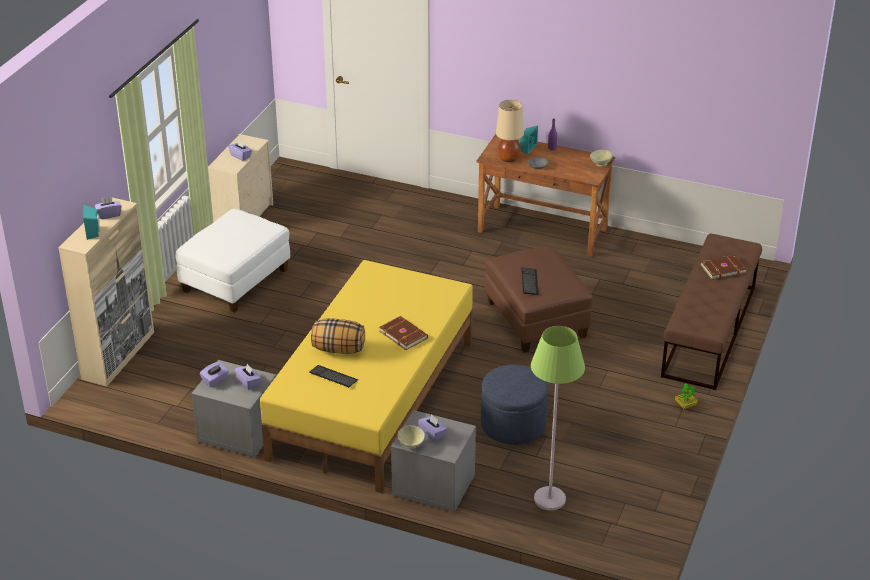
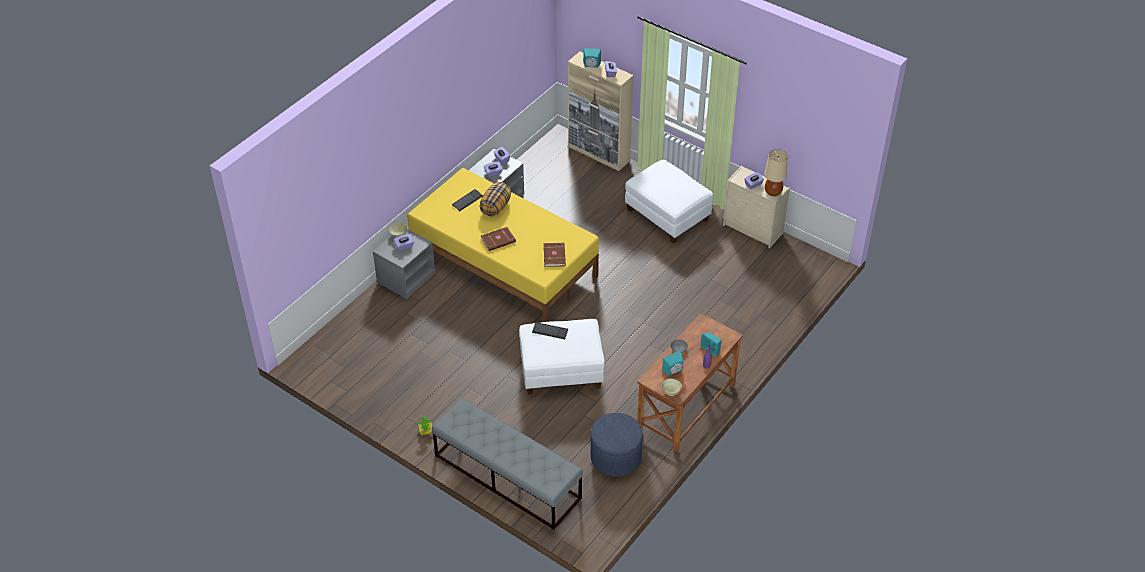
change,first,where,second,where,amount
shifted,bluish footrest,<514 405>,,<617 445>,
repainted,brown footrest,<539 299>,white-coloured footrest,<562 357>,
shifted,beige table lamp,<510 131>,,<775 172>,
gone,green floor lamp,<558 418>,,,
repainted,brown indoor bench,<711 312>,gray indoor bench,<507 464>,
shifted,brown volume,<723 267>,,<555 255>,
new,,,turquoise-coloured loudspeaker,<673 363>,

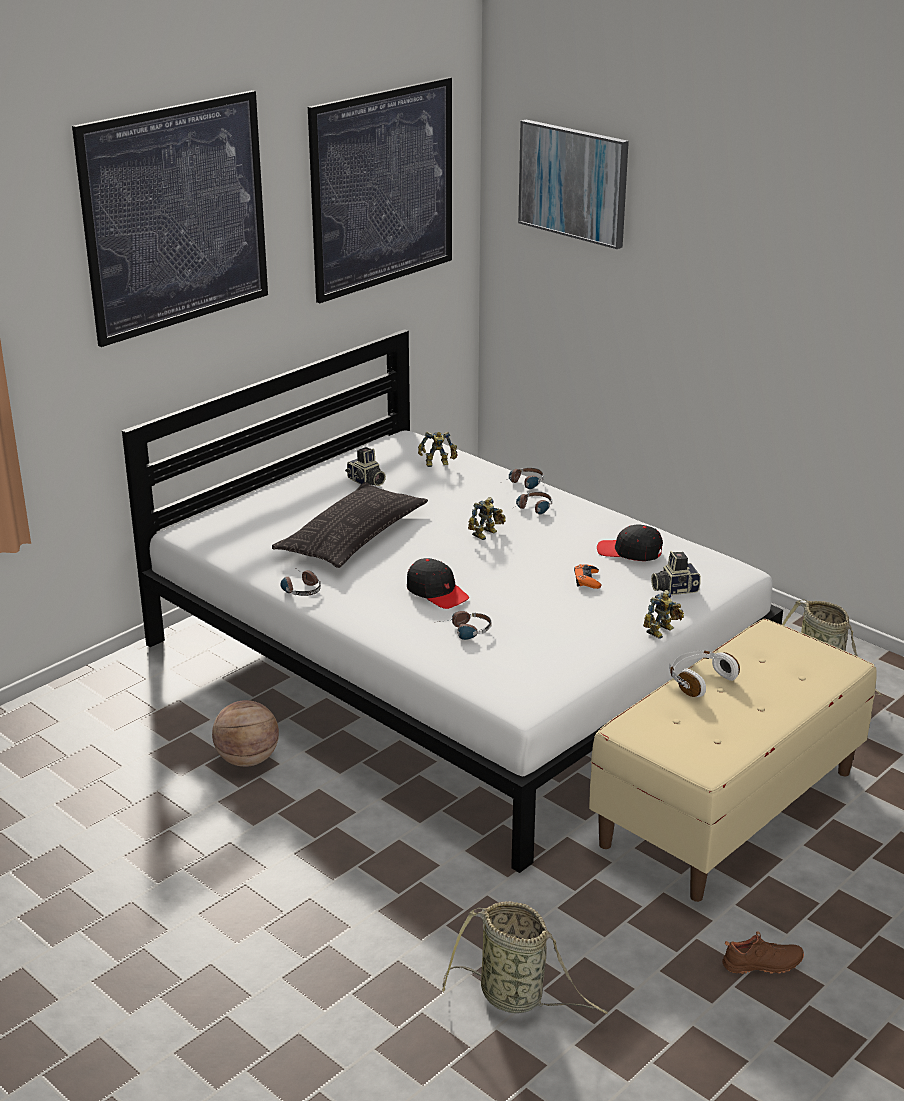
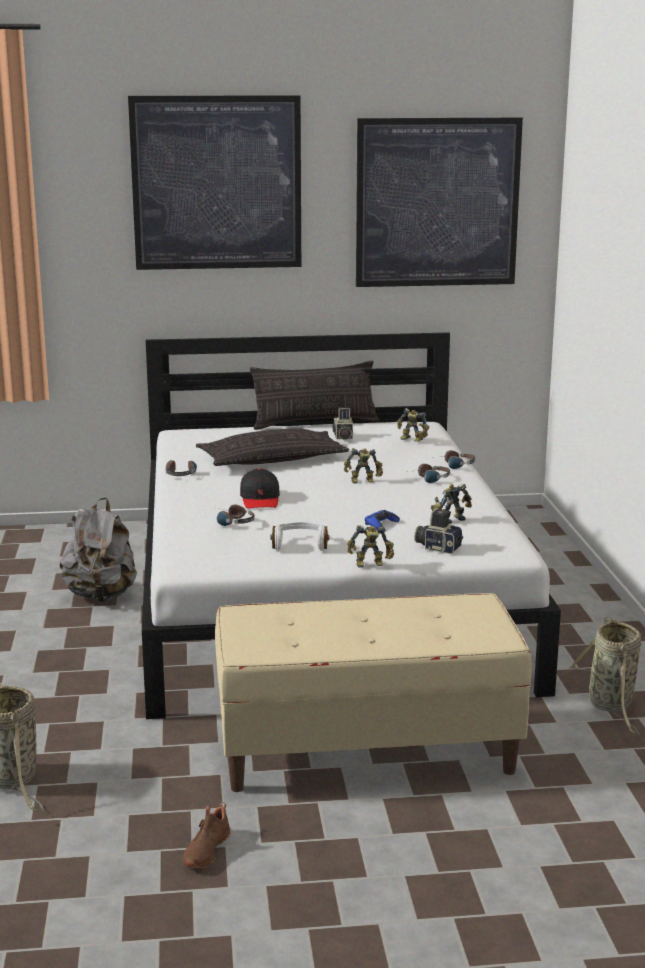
change,first,where,second,where,amount
swapped,basketball,<245 733>,gray knapsack,<98 550>,
gone,wall picture,<573 184>,,,
repainted,orange-coloured game controller,<588 576>,bluish game controller,<382 520>,
swapped,black peaked cap,<630 542>,toy robot,<451 504>,
shifted,white-coloured pair of headphones,<704 673>,,<299 536>,
rotated,brown low shoe,<763 952>,,<207 835>,75 degrees clockwise
new,,,cushion,<314 395>,

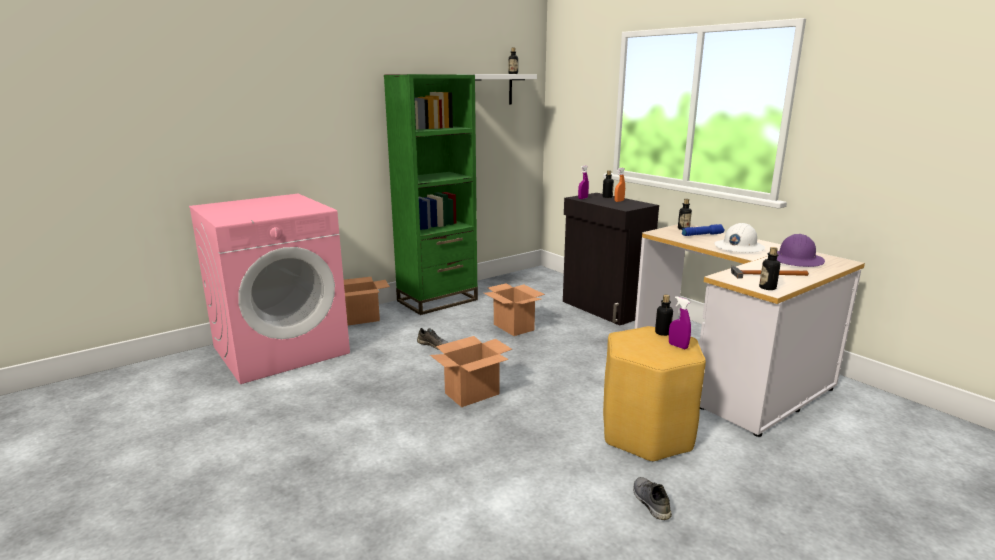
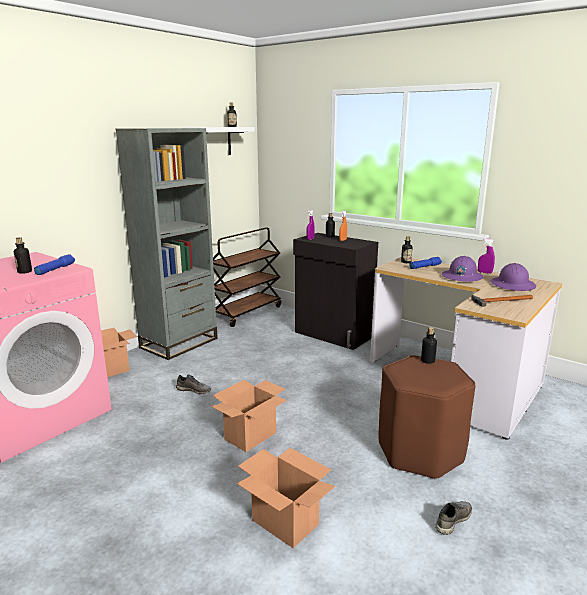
change,first,where,second,where,amount
repainted,green shelving unit,<431 194>,gray shelving unit,<167 244>,
shifted,carton,<514 309>,,<286 498>,
repainted,yellowish sitting stool,<654 394>,brown sitting stool,<427 417>,
rotated,gray low shoe,<652 498>,,<453 518>,75 degrees clockwise
shifted,purple hand sprayer,<680 322>,,<486 256>,
repainted,white-coloured safety helmet,<739 238>,purple safety helmet,<462 269>,
shifted,drink bottle,<769 268>,,<23 255>,
new,,,bluish torch,<54 264>,
new,,,brown cart,<247 277>,

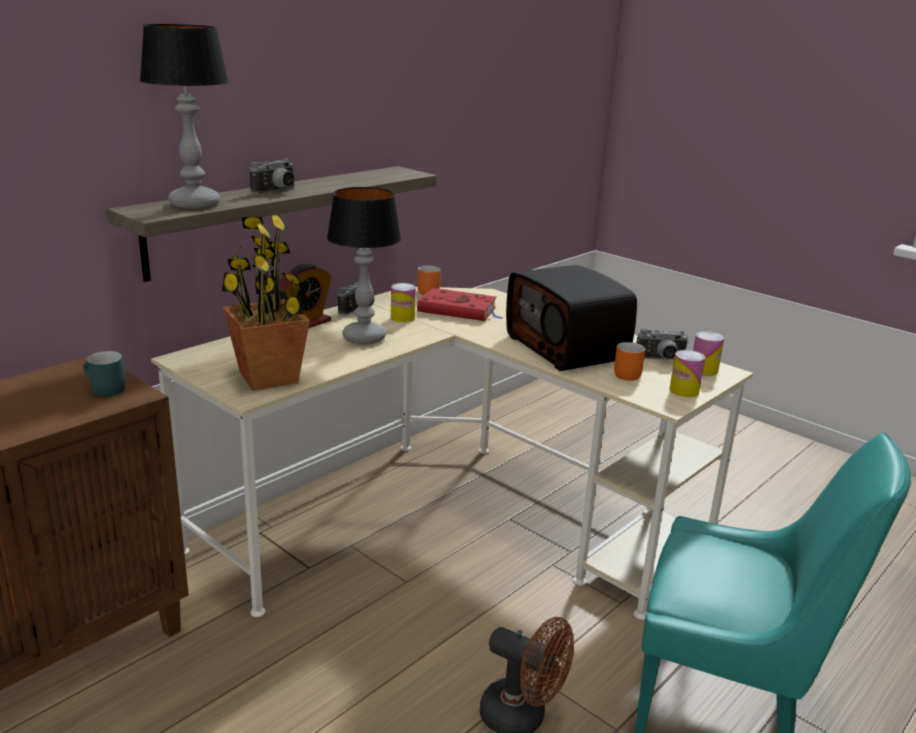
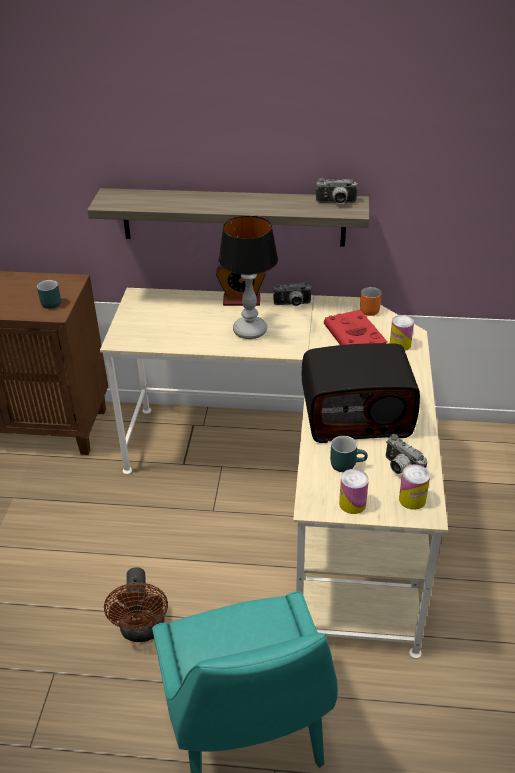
change,first,where,second,where,amount
gone,table lamp,<184 116>,,,
gone,potted plant,<265 302>,,,
shifted,still camera,<272 176>,,<337 191>,
shifted,metal can,<403 302>,,<402 333>,
rotated,radio set,<571 318>,,<361 393>,120 degrees counterclockwise
repainted,orange-coloured mug,<629 361>,turquoise-coloured mug,<349 454>,

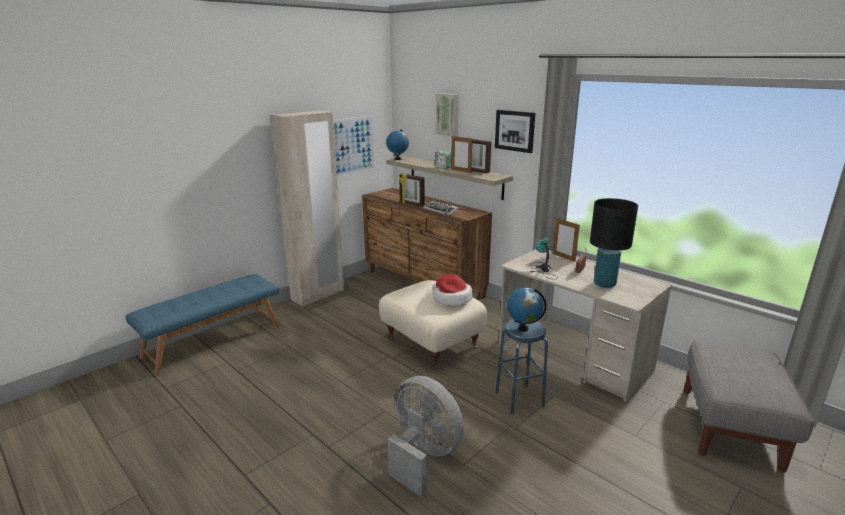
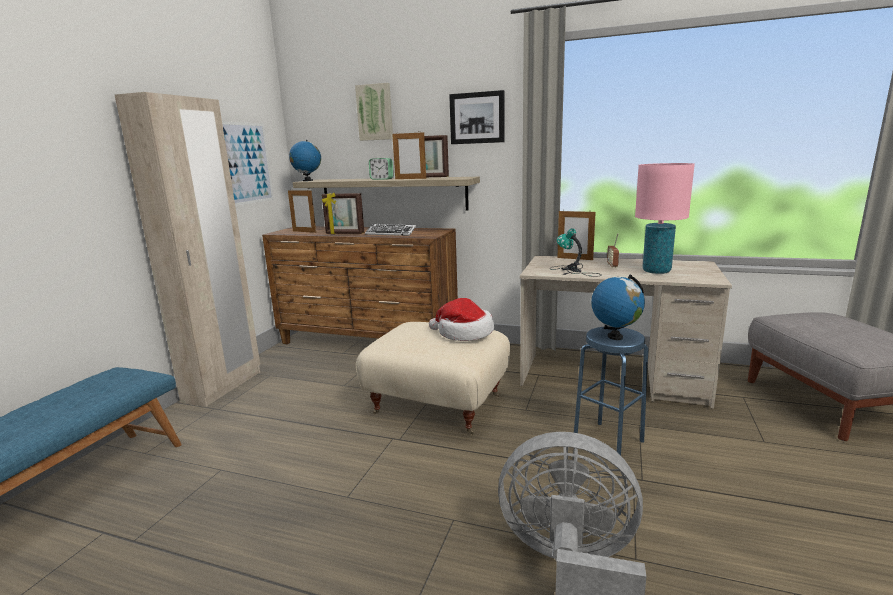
change,first,where,second,where,amount
repainted,black table lamp,<614 243>,pink-coloured table lamp,<665 218>,
new,,,standing frame,<302 211>,

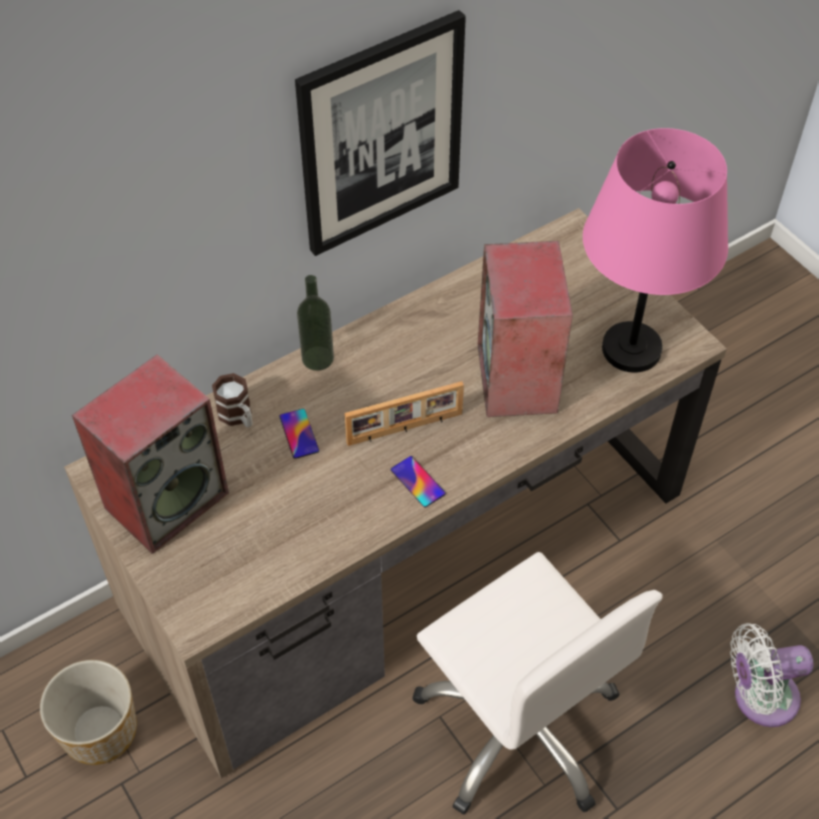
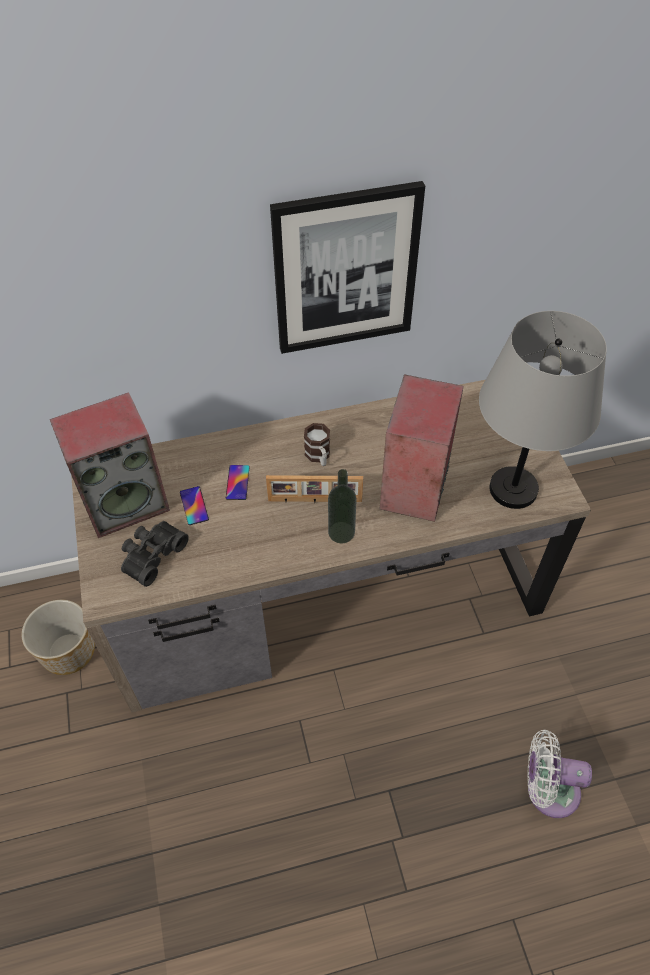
change,first,where,second,where,amount
shifted,mug,<232 400>,,<317 444>,
shifted,drink bottle,<315 323>,,<342 506>,
shifted,phone,<418 481>,,<194 505>,
gone,white-coloured desk chair,<537 683>,,,
repainted,pink-coloured table lamp,<655 250>,gray table lamp,<543 410>,
new,,,black field glasses,<155 554>,

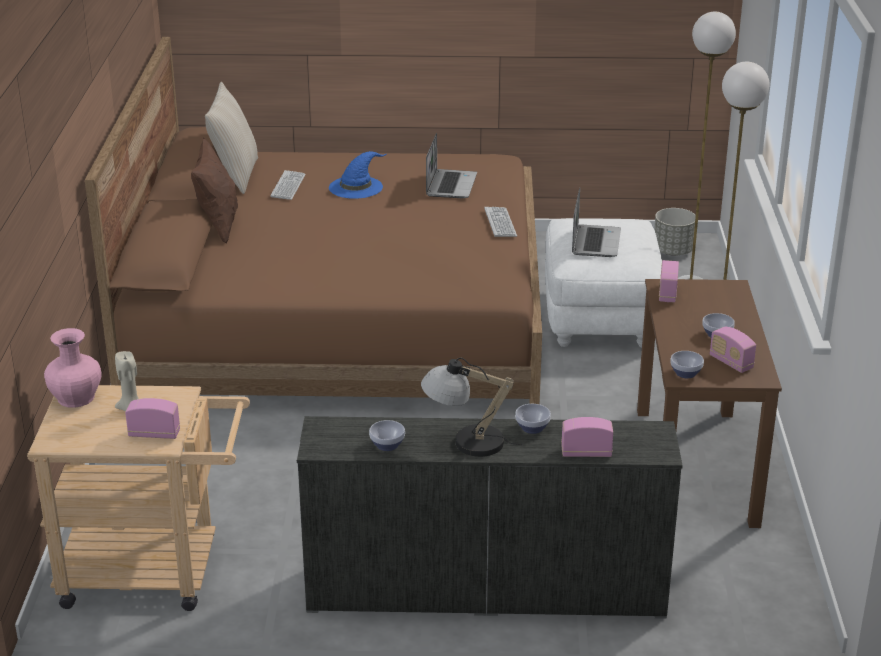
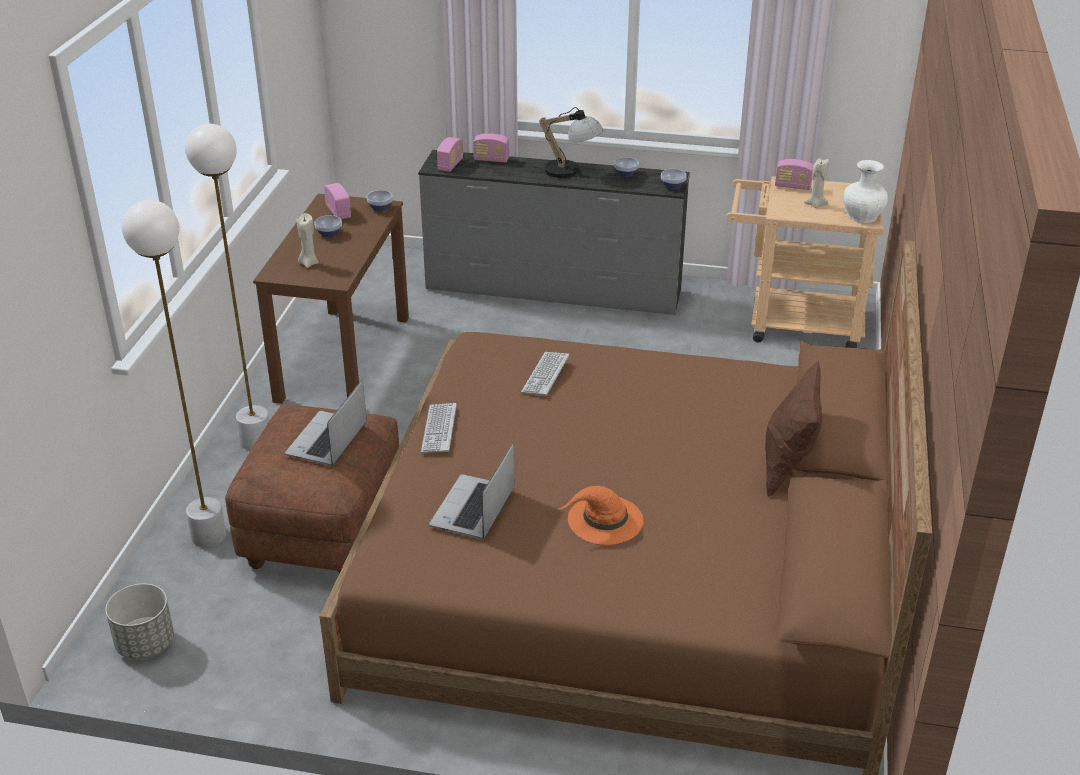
change,first,where,second,where,amount
repainted,pink-coloured decorative vase,<73 368>,white-coloured decorative vase,<865 191>,
gone,beige cushion,<231 138>,,,
shifted,keyboard,<288 185>,,<545 374>,
repainted,bluish wearable hat,<357 175>,orange-coloured wearable hat,<601 515>,
shifted,deep dish,<533 419>,,<674 179>,
repainted,white-coloured footrest,<603 283>,brown footrest,<312 488>,
shifted,radio set,<669 281>,,<450 154>,
new,,,beige wax light,<307 240>,

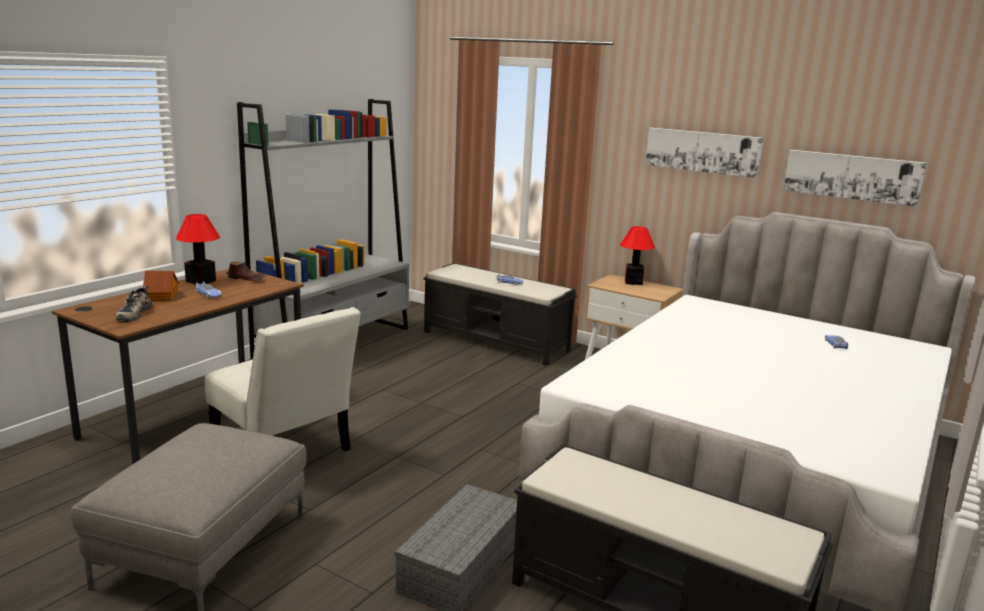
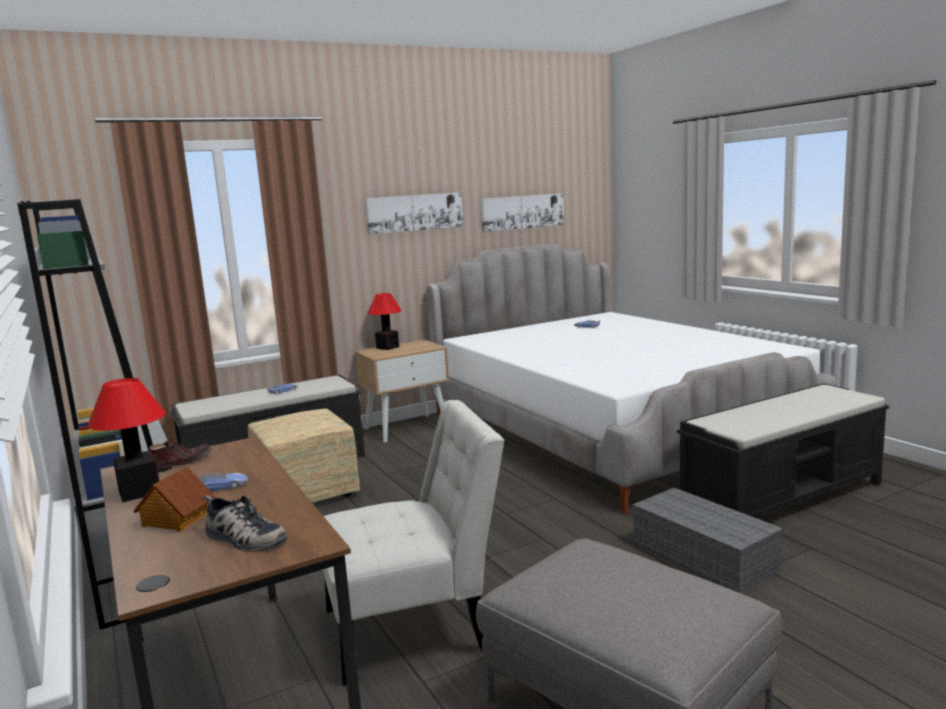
change,first,where,second,where,amount
new,,,footrest,<304 455>,

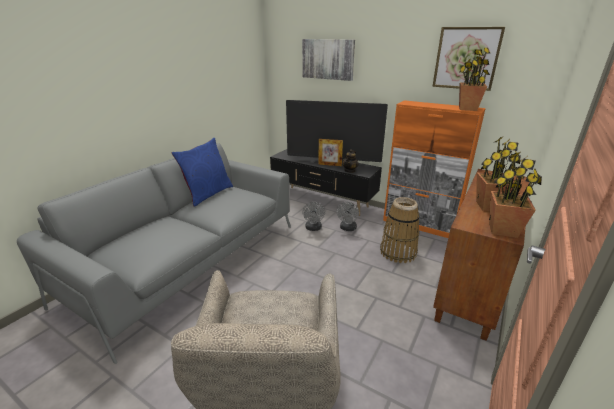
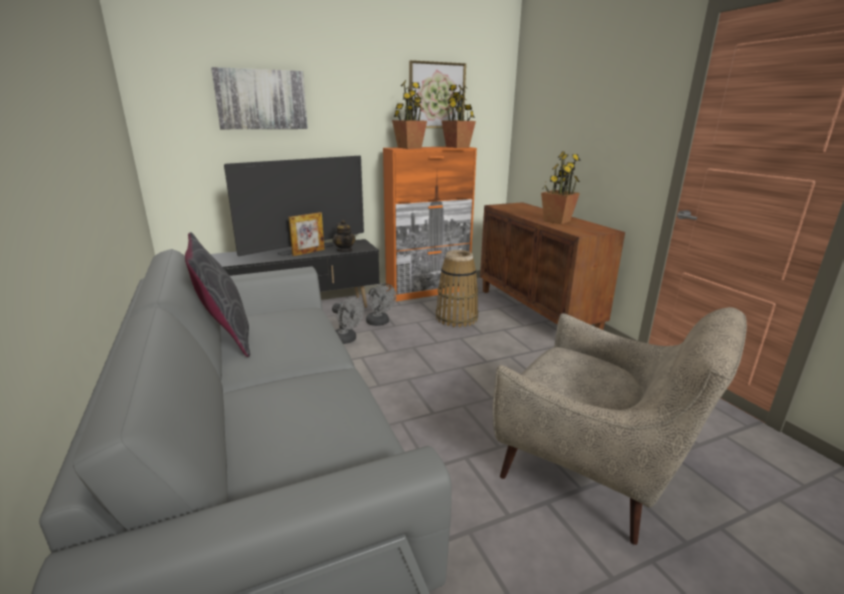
change,first,where,second,where,amount
repainted,bluish cushion,<202 172>,gray cushion,<217 294>,
shifted,potted plant,<515 195>,,<409 114>,

